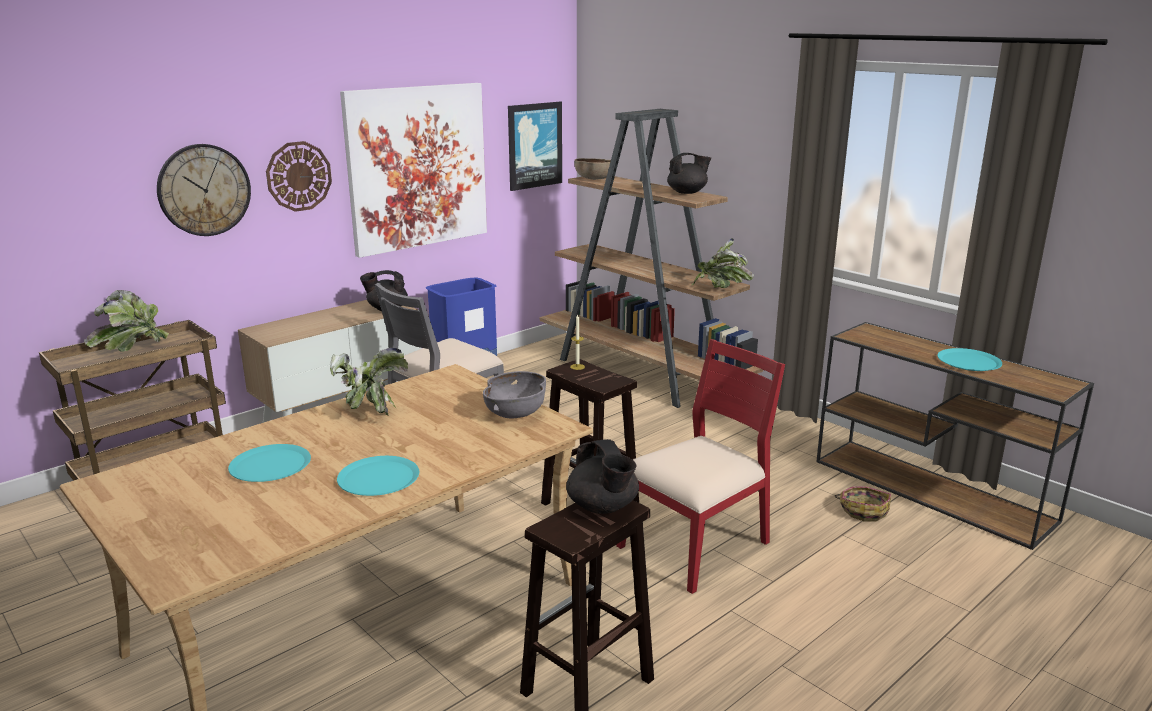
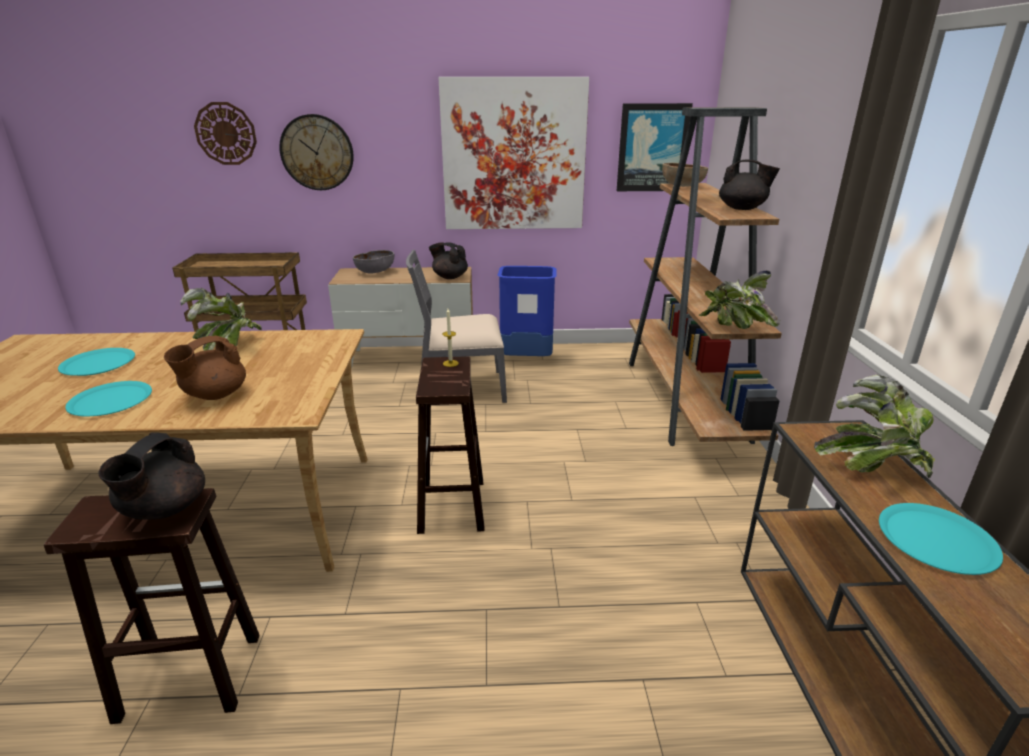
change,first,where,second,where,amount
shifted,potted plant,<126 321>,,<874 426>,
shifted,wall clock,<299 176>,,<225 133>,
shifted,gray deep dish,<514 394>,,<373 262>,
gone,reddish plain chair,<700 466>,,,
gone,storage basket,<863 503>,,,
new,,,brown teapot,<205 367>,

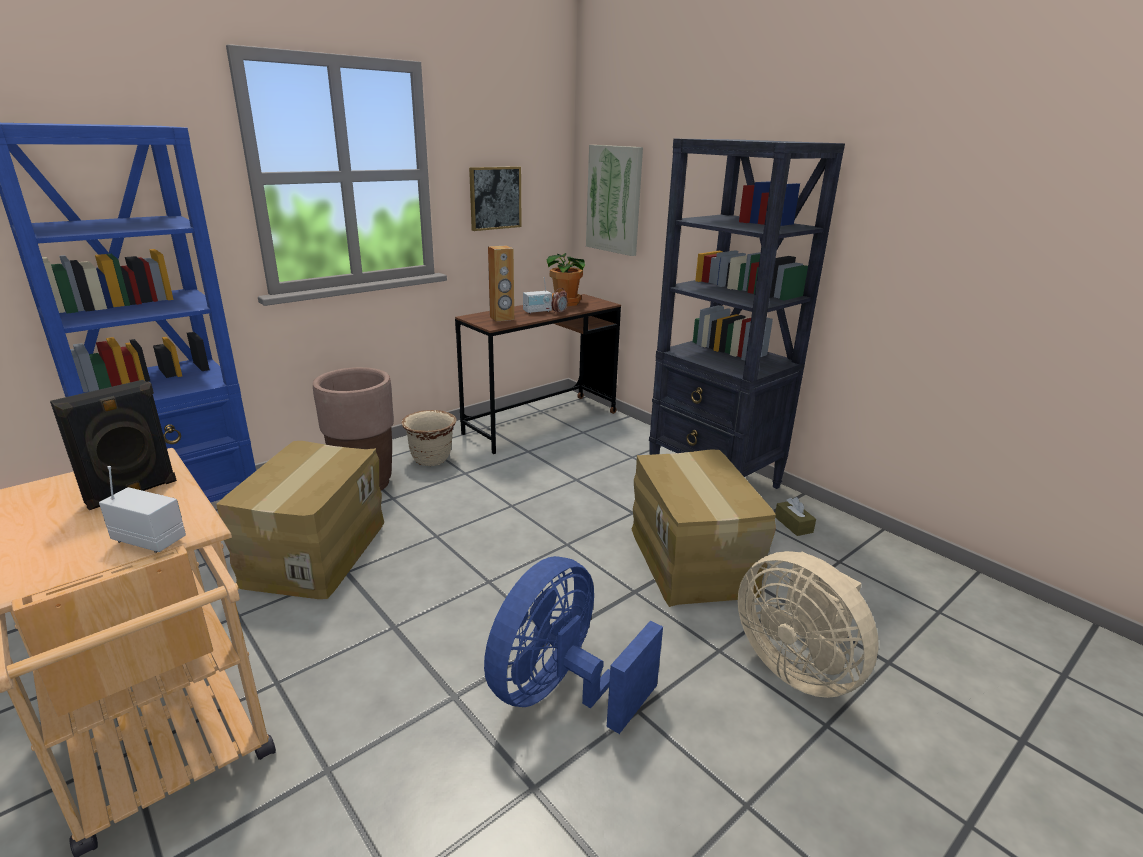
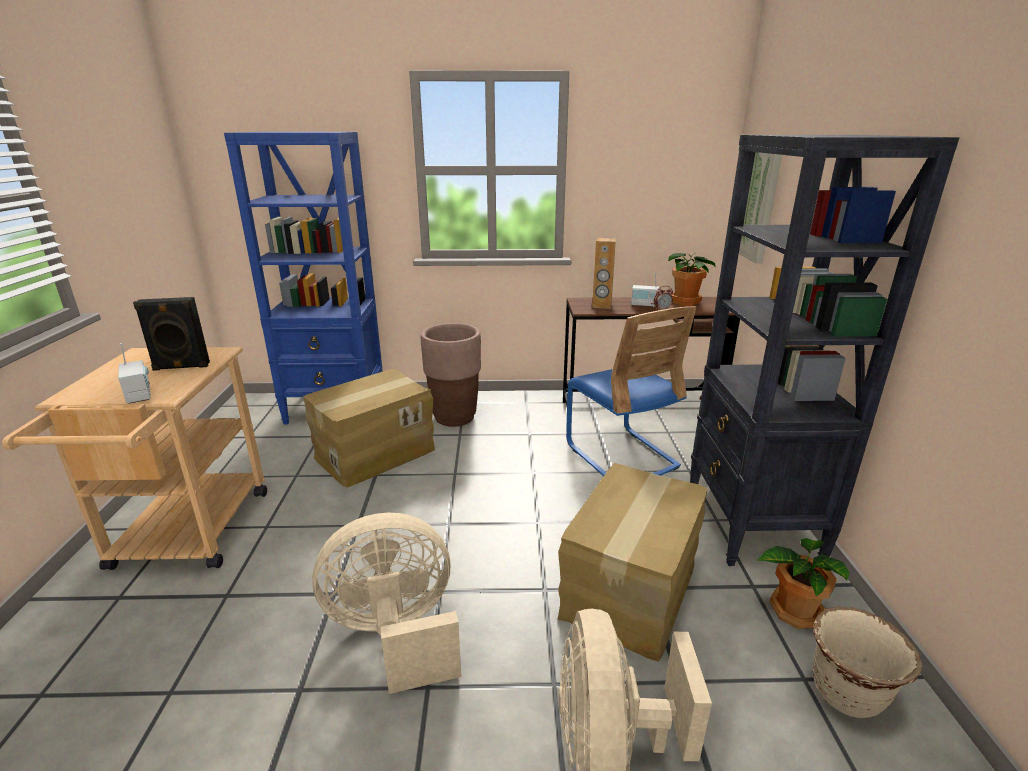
change,first,where,second,where,amount
shifted,beige plant pot,<429 438>,,<867 662>,
gone,wall picture,<495 198>,,,
repainted,bluish cooling fan,<573 645>,beige cooling fan,<387 603>,
swapped,brown tissue holder,<795 516>,potted plant,<803 583>,
new,,,bluish plain chair,<631 391>,

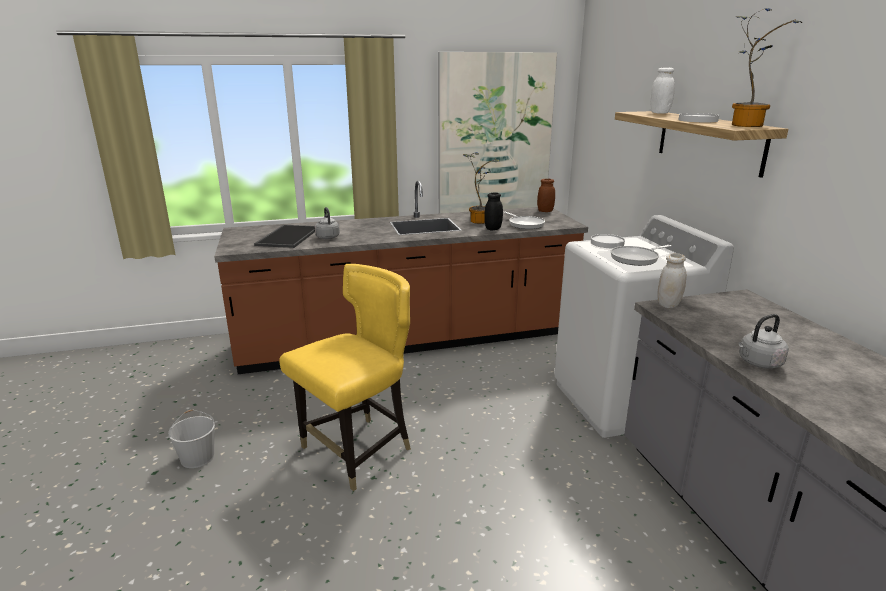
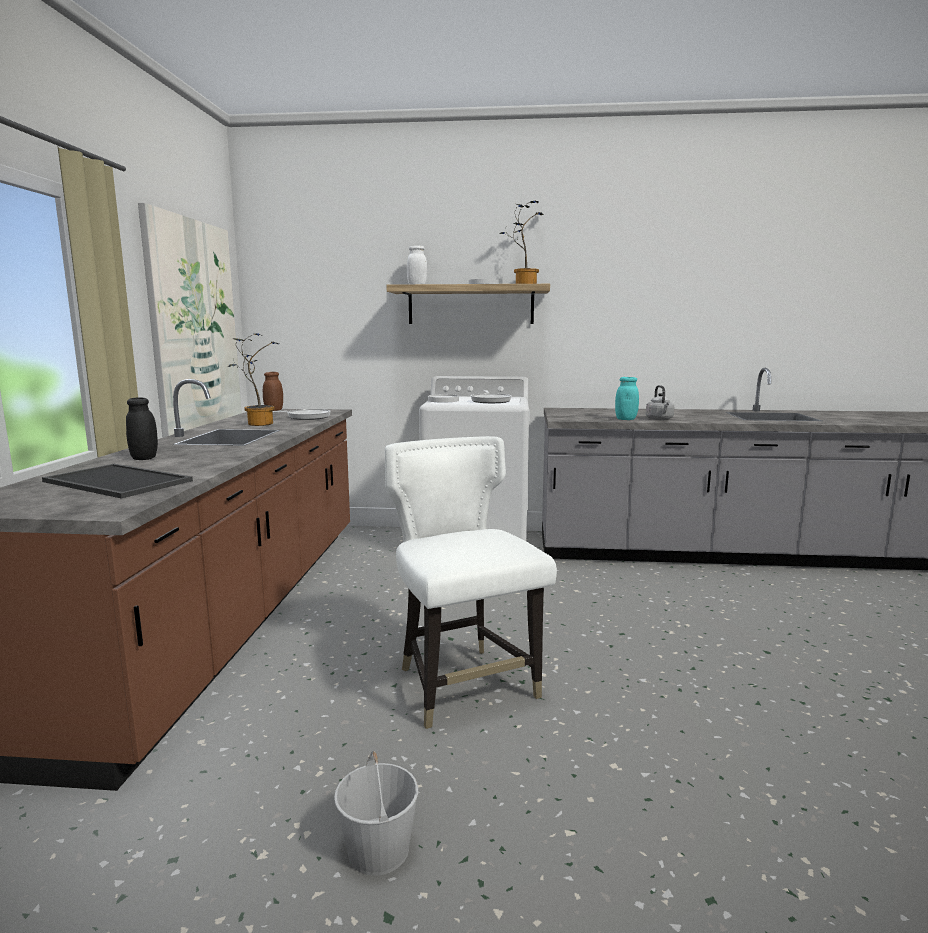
change,first,where,second,where,amount
repainted,yellowish plain chair,<345 377>,white-coloured plain chair,<471 582>,
gone,gray kettle,<327 223>,,,
shifted,black jar,<493 211>,,<142 428>,
gone,white-coloured jar,<671 280>,,,
new,,,turquoise-coloured jar,<627 398>,

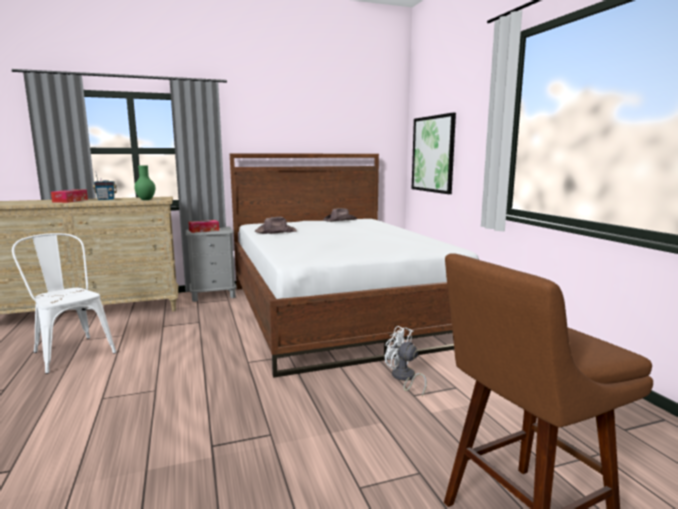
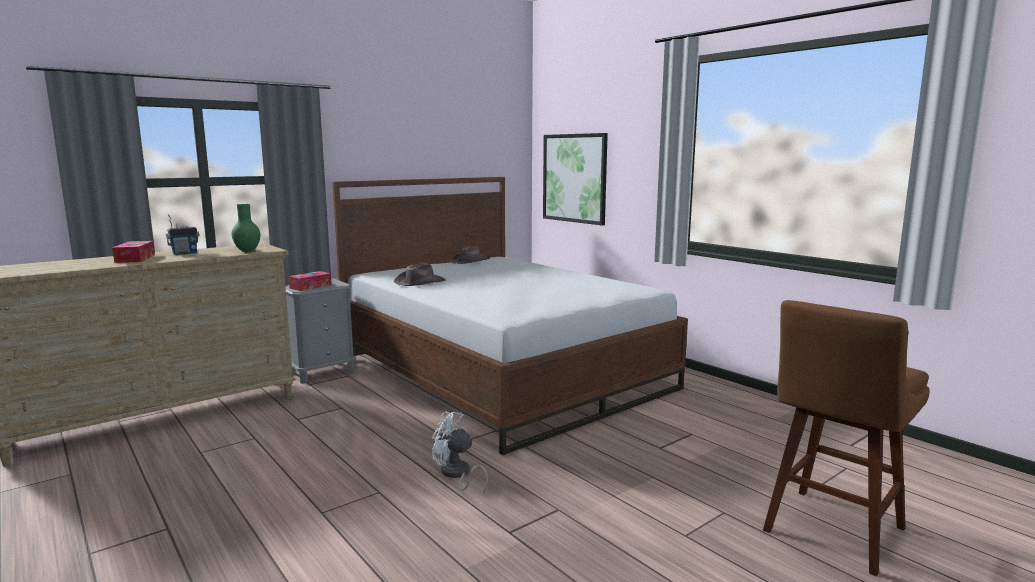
change,first,where,second,where,amount
gone,white-coloured plain chair,<64 303>,,,
shifted,white-coloured cooling fan,<406 361>,,<460 452>,

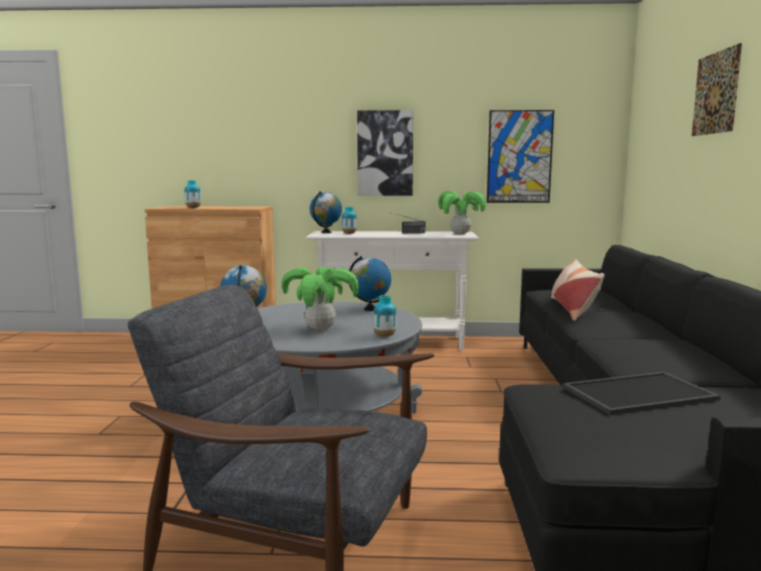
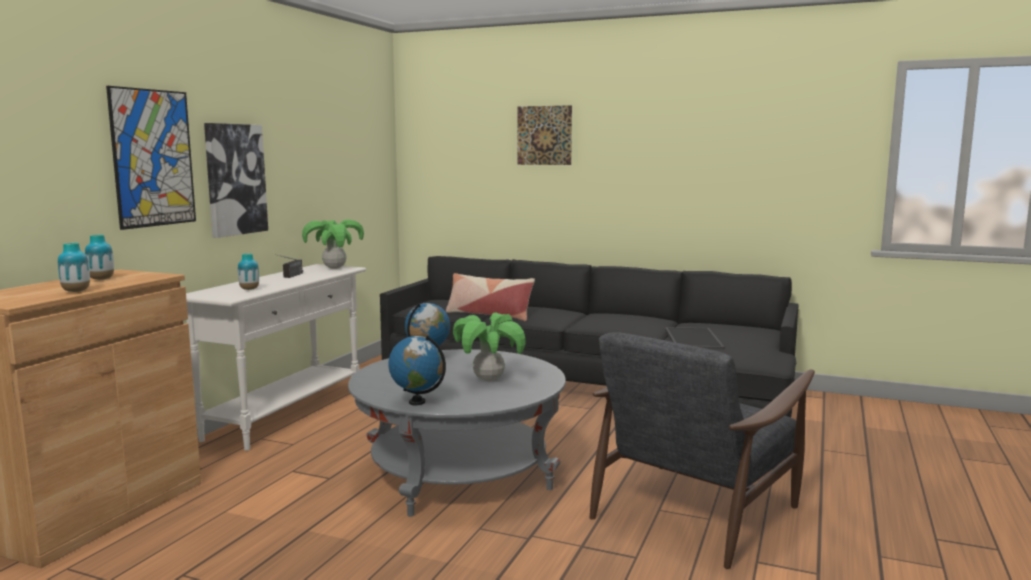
change,first,where,second,where,amount
gone,world globe,<326 212>,,,
shifted,decorative vase,<385 316>,,<99 257>,
shifted,wall picture,<520 156>,,<151 158>,

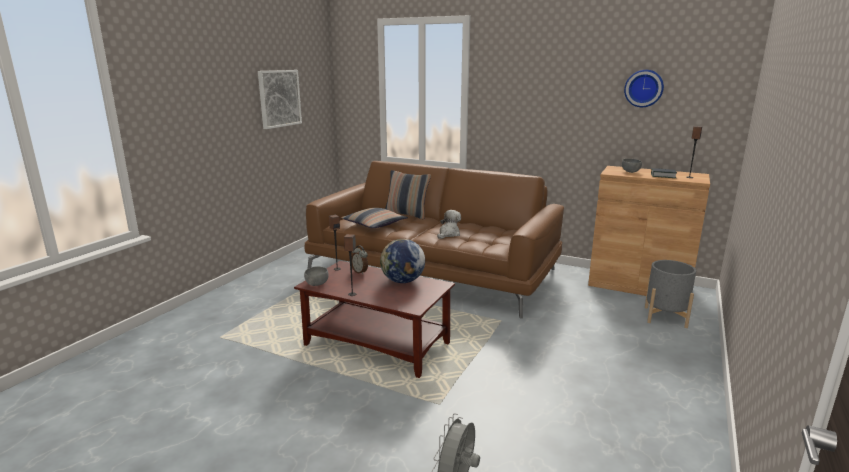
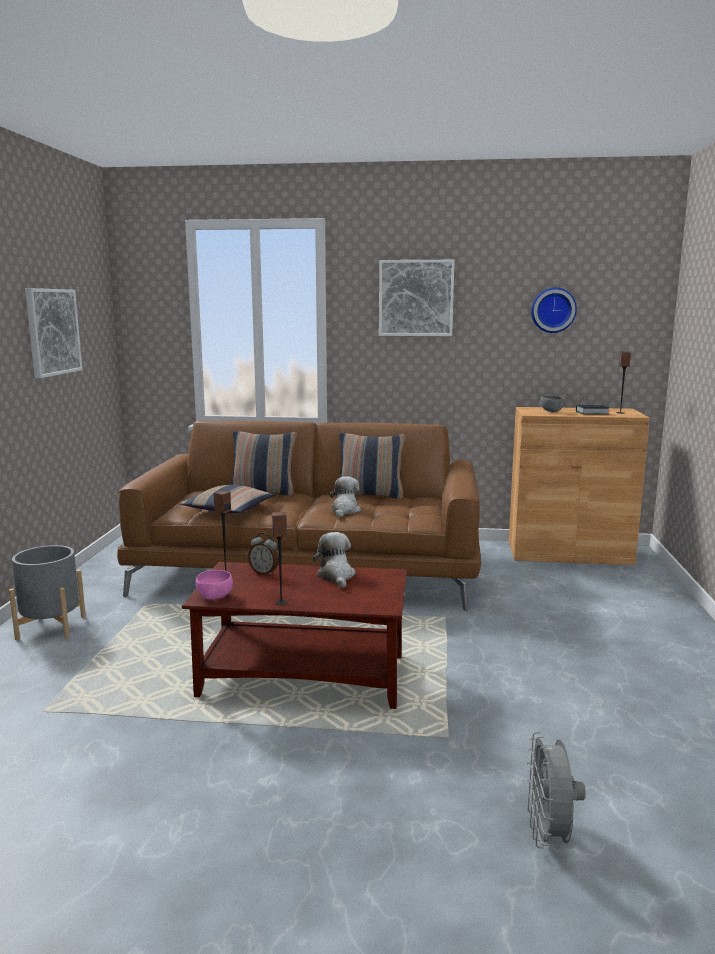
change,first,where,second,where,amount
repainted,gray deep dish,<316 276>,pink-coloured deep dish,<214 585>,
swapped,world globe,<402 261>,cuddly toy,<334 560>,
shifted,gray plant pot,<670 294>,,<47 592>,
new,,,cushion,<371 466>,
new,,,wall picture,<417 298>,

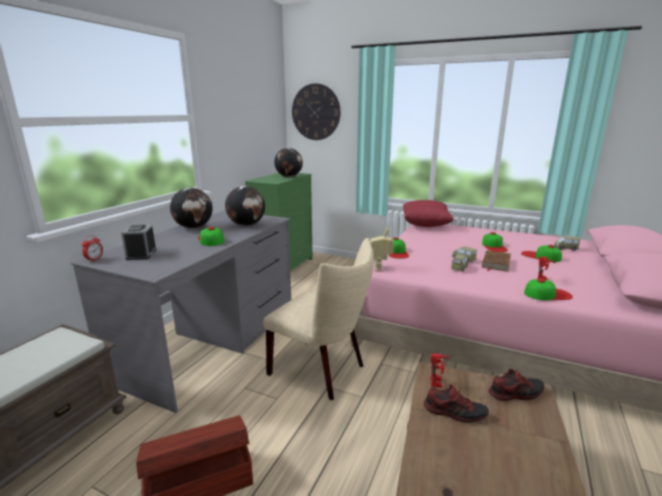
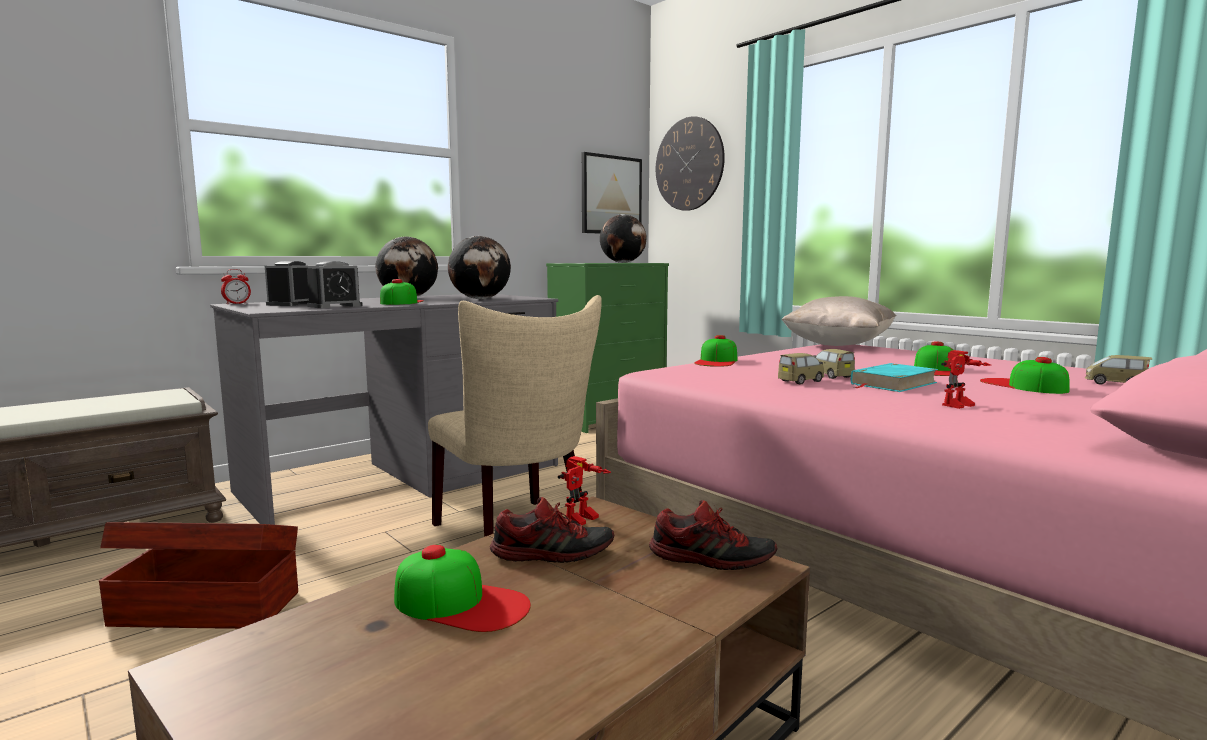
change,first,where,second,where,amount
gone,toy robot,<382 249>,,,
repainted,reddish cushion,<428 213>,beige cushion,<839 321>,
rotated,low shoe,<456 403>,,<552 530>,45 degrees counterclockwise
repainted,brown volume,<496 261>,turquoise-coloured volume,<894 377>,
shifted,peaked cap,<548 289>,,<462 588>,
new,,,table clock,<335 284>,
new,,,wall picture,<612 192>,

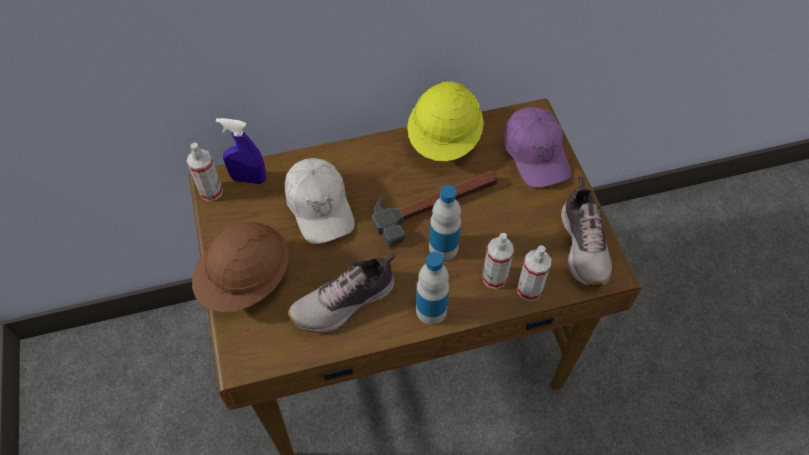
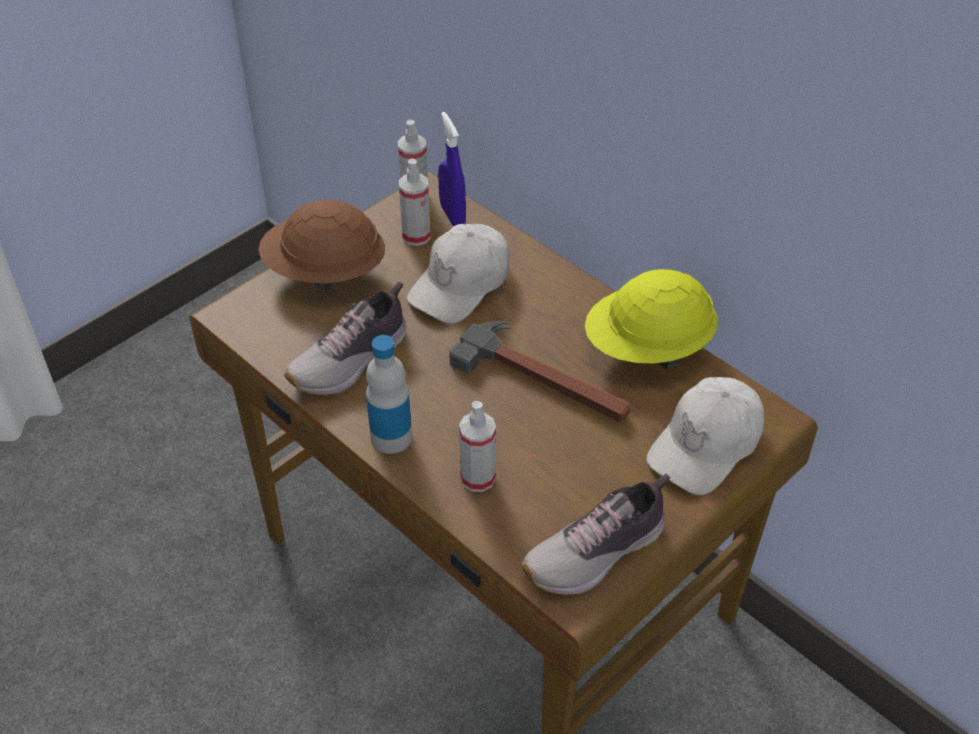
change,first,where,second,where,amount
rotated,low shoe,<341 293>,,<345 338>,75 degrees counterclockwise
gone,drink bottle,<445 222>,,,
repainted,purple peaked cap,<538 147>,white-coloured peaked cap,<705 436>,
shifted,hand sprayer,<534 273>,,<415 202>,

